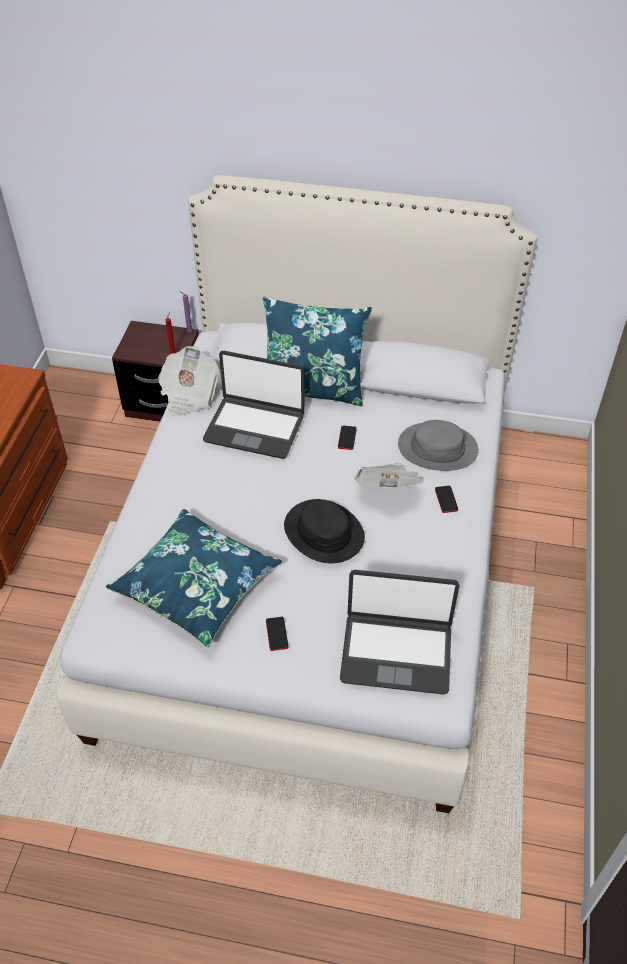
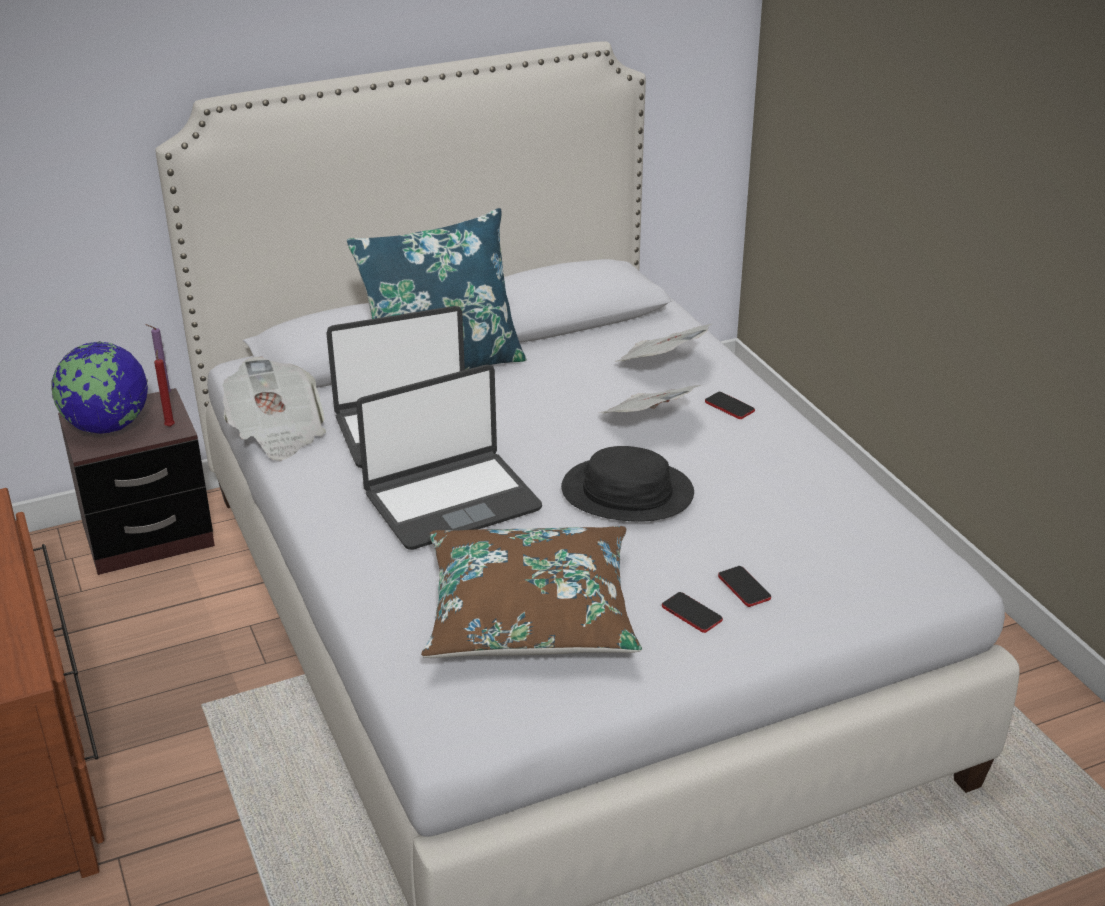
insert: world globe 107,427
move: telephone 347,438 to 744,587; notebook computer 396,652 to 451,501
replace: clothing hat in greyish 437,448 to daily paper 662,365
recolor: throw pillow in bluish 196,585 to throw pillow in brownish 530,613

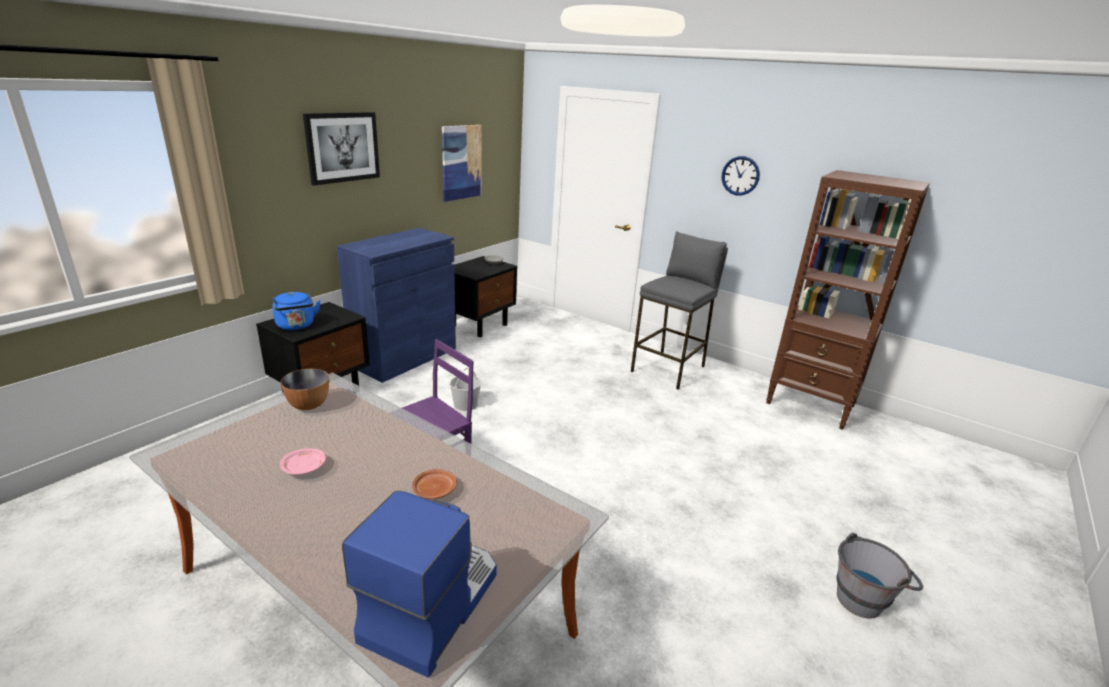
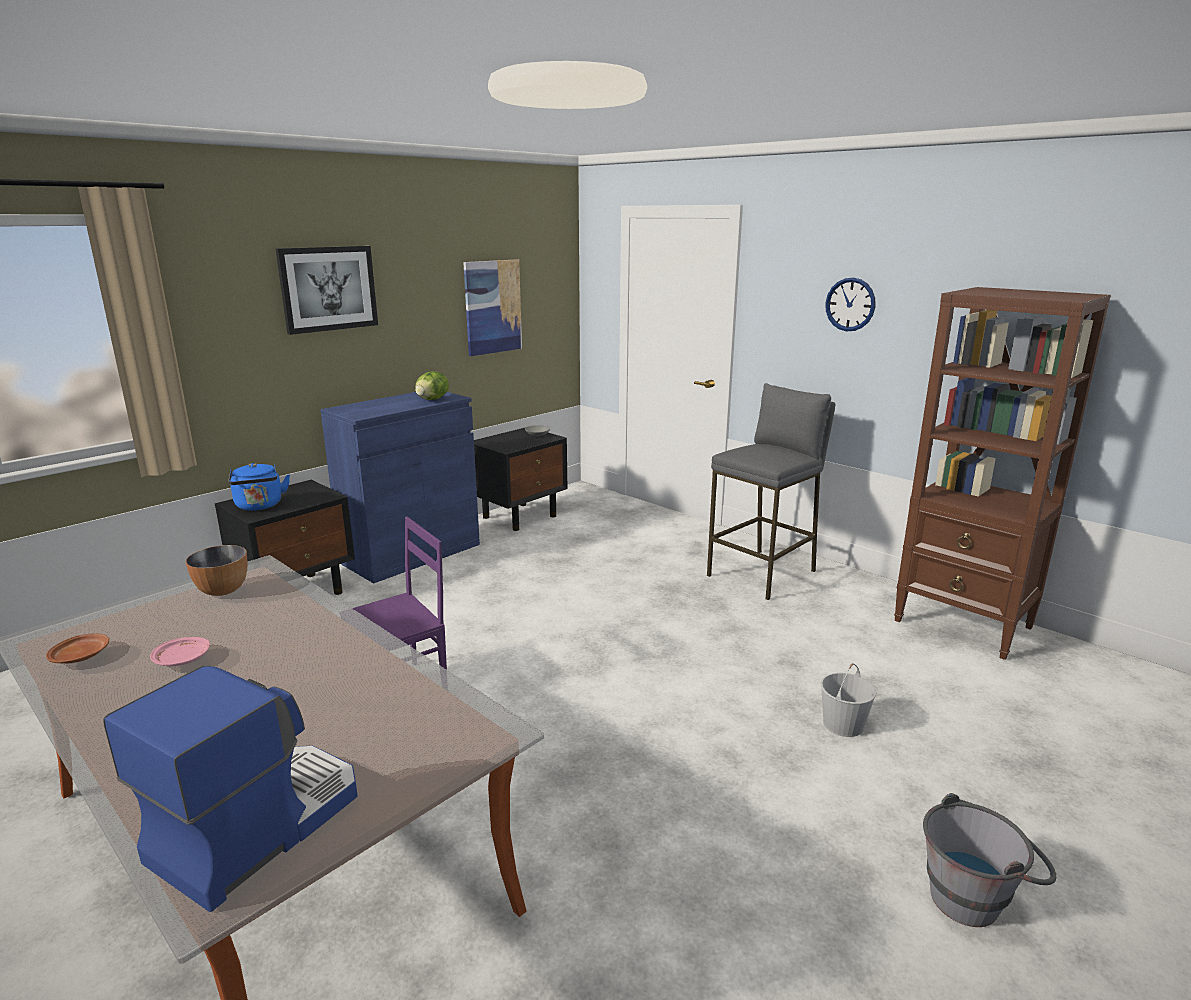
insert: lettuce 432,400
move: flat dish in brownish 435,490 to 81,656; pail in white 465,404 to 843,724

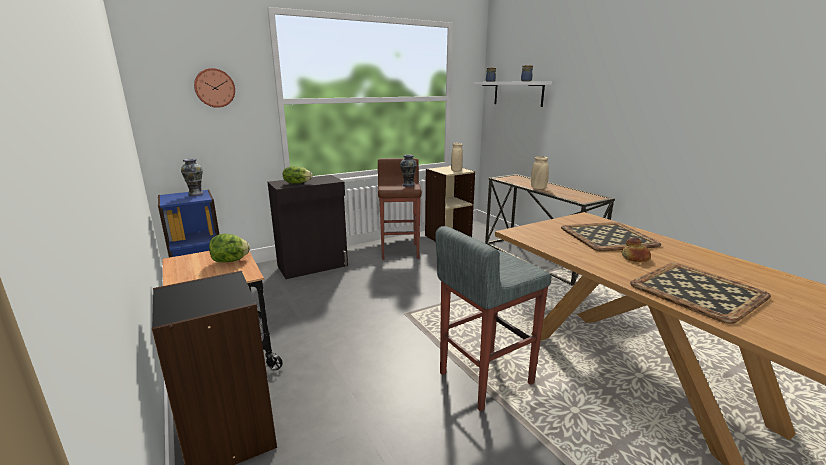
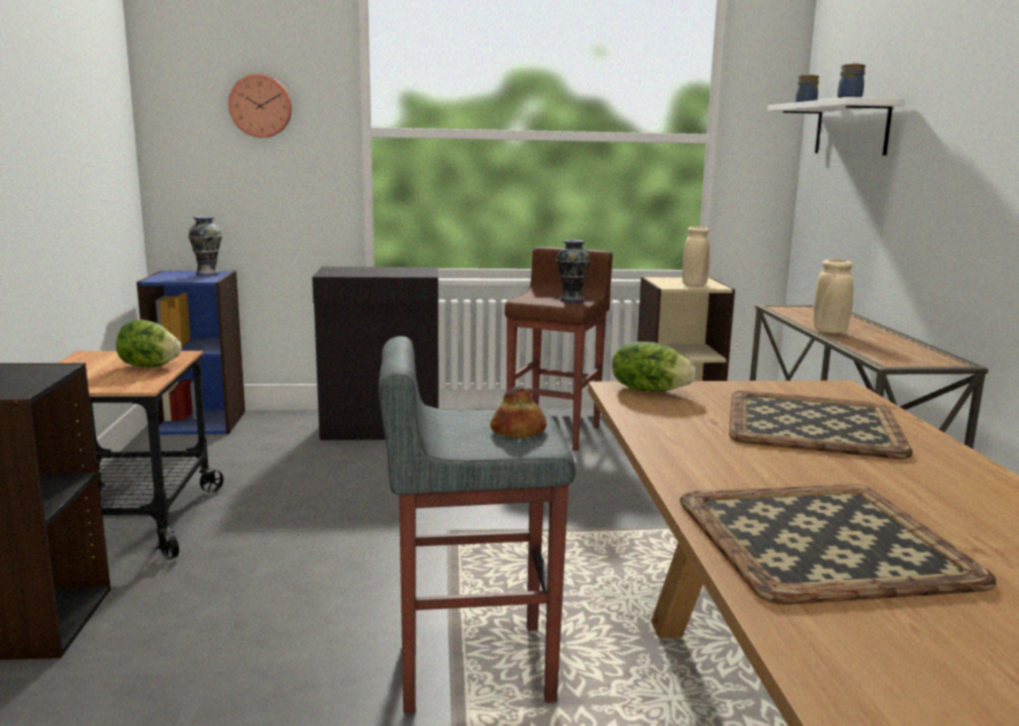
move: lettuce 297,183 to 649,390; bread 635,258 to 519,431

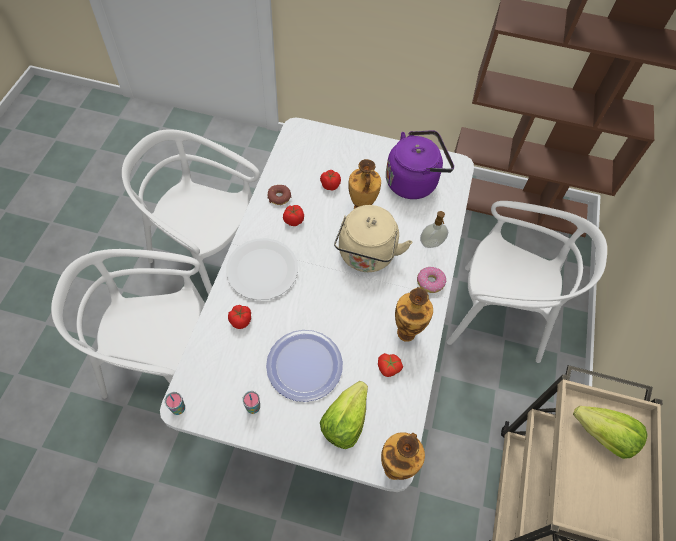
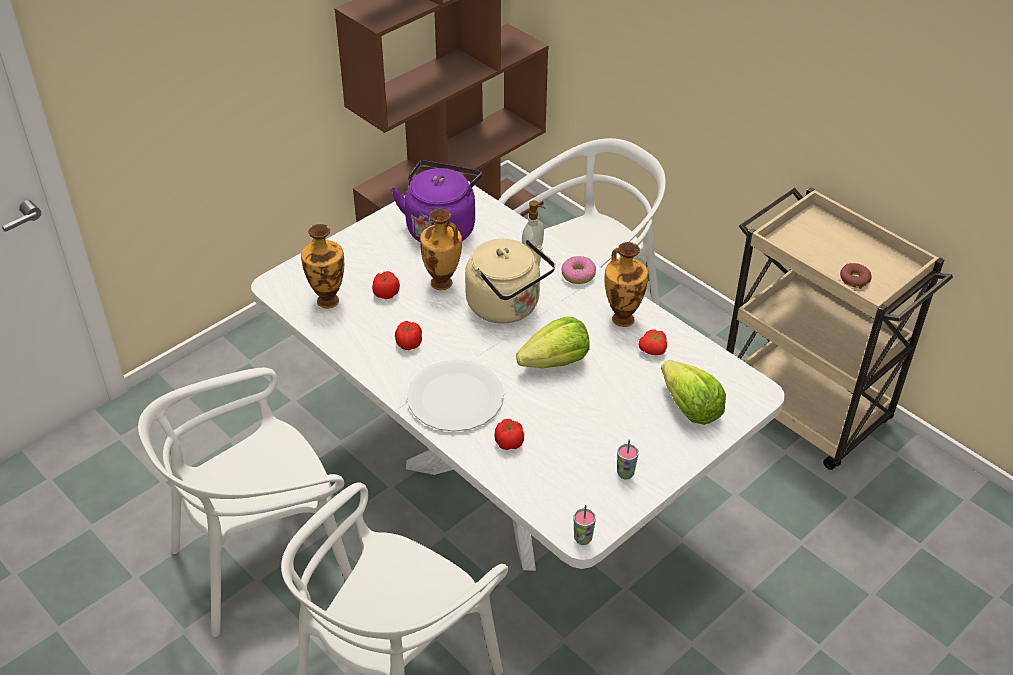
delete: flat dish 304,365
move: doughnut 279,197 to 854,279; vase 395,467 to 328,299; lettuce 603,436 to 556,362

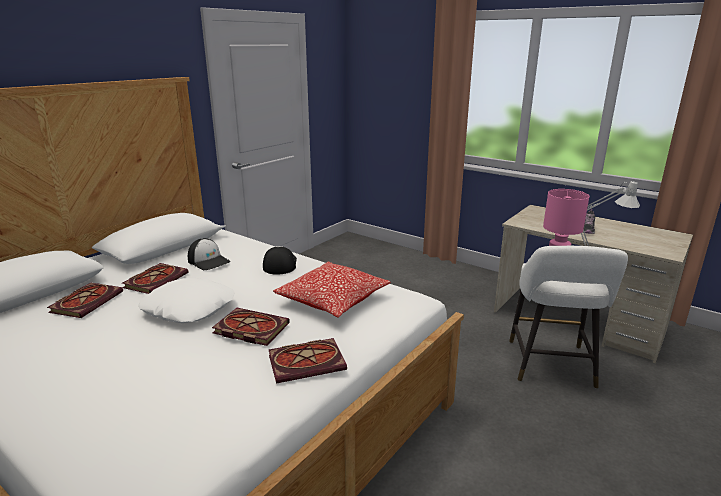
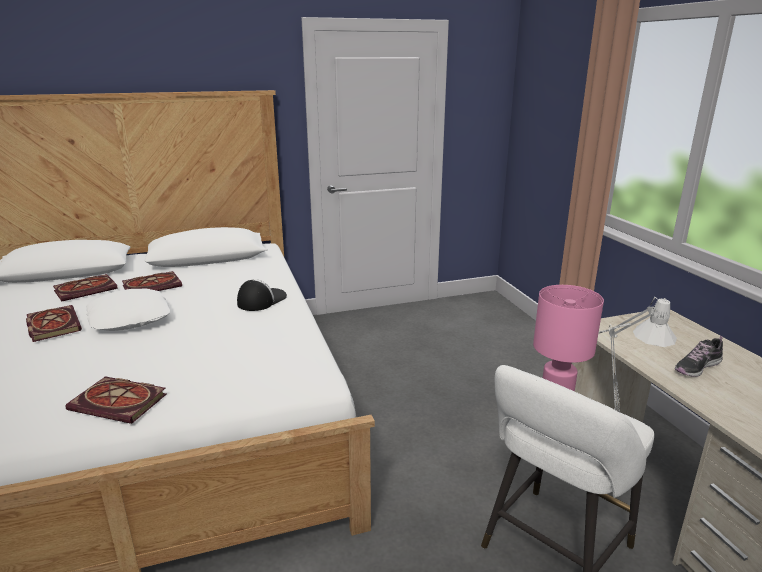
delete: baseball cap 209,261; throw pillow 333,300
move: volume 249,329 to 52,325

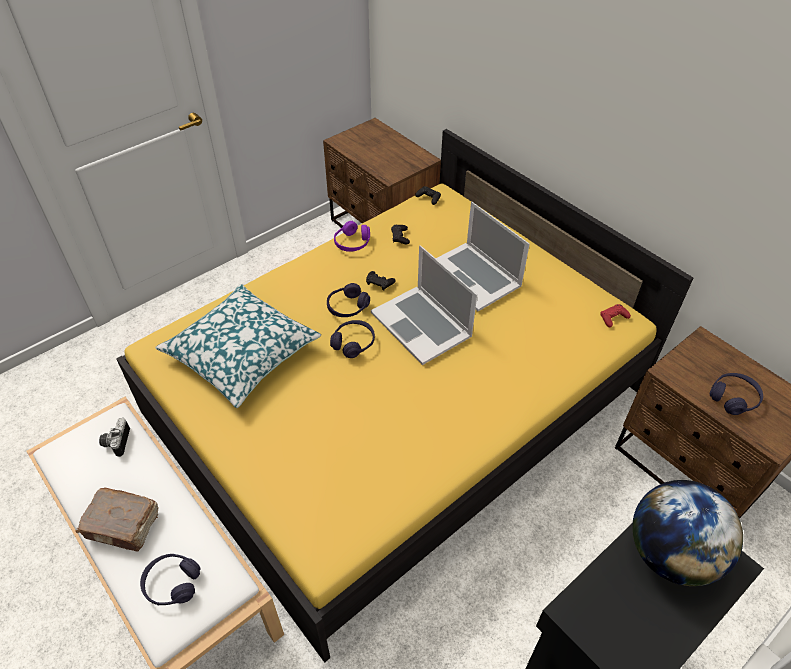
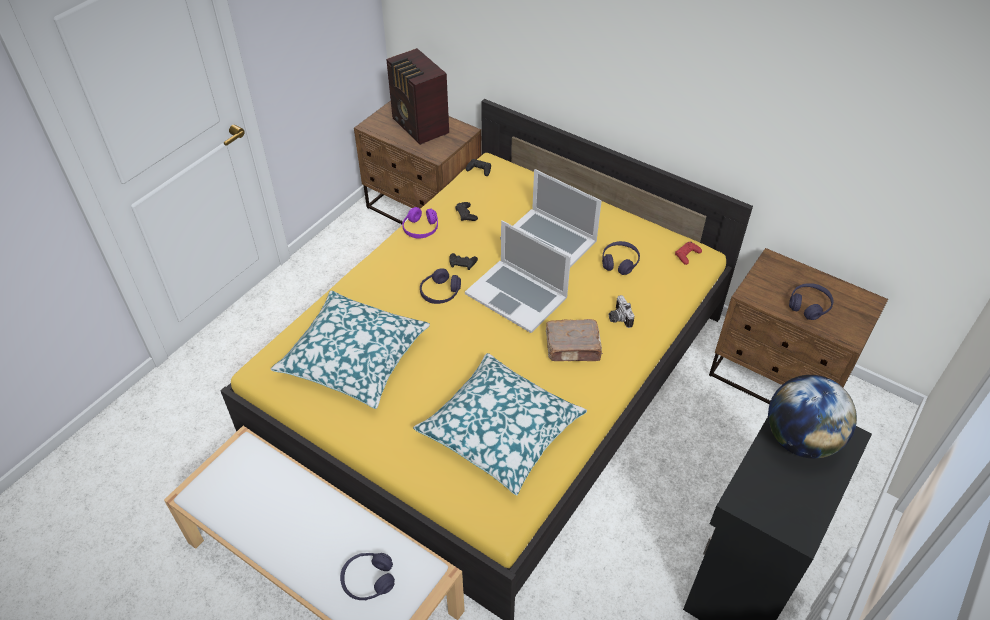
insert: radio set 420,127; throw pillow 500,430
move: volume in brownish 123,525 to 573,348; photo camera 116,442 to 618,318; headset in purple-coloured 353,343 to 619,262

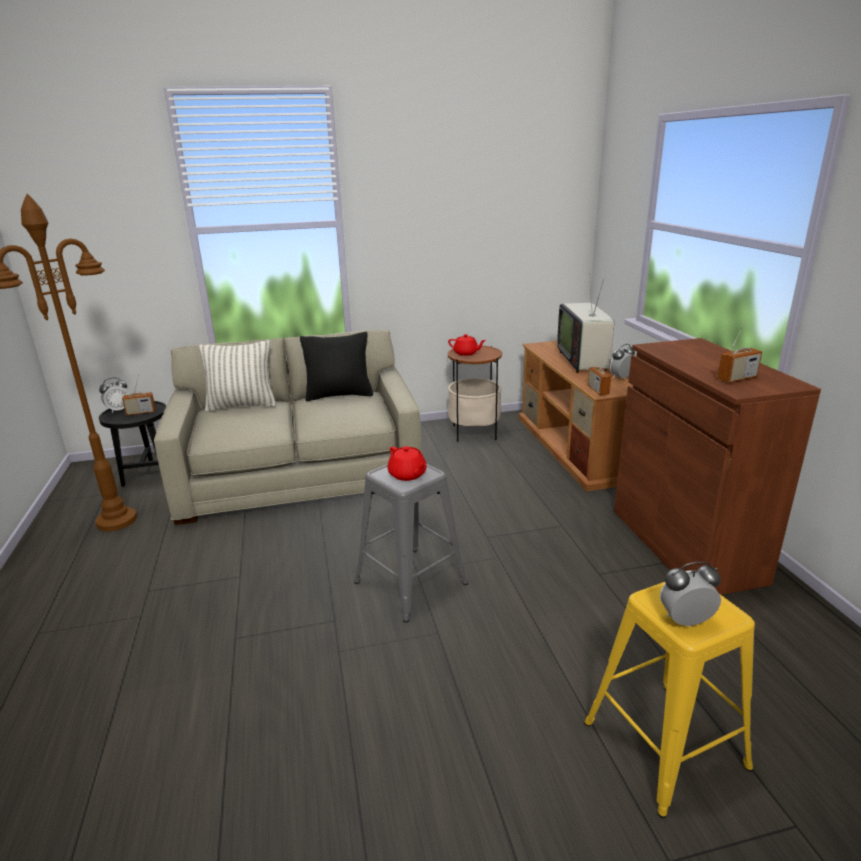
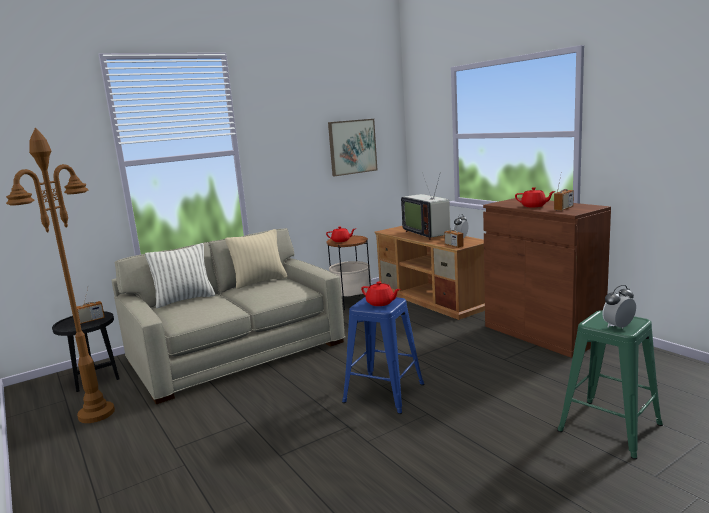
delete: table clock 118,410
insert: wall picture 352,147; teapot in red-coloured 534,206
recolor: throw pillow in black 339,395 to throw pillow in beige 260,282; stool seat in greyish 412,582 to stool seat in bluish 385,392; stool seat in yellow 664,746 to stool seat in greenish 610,428

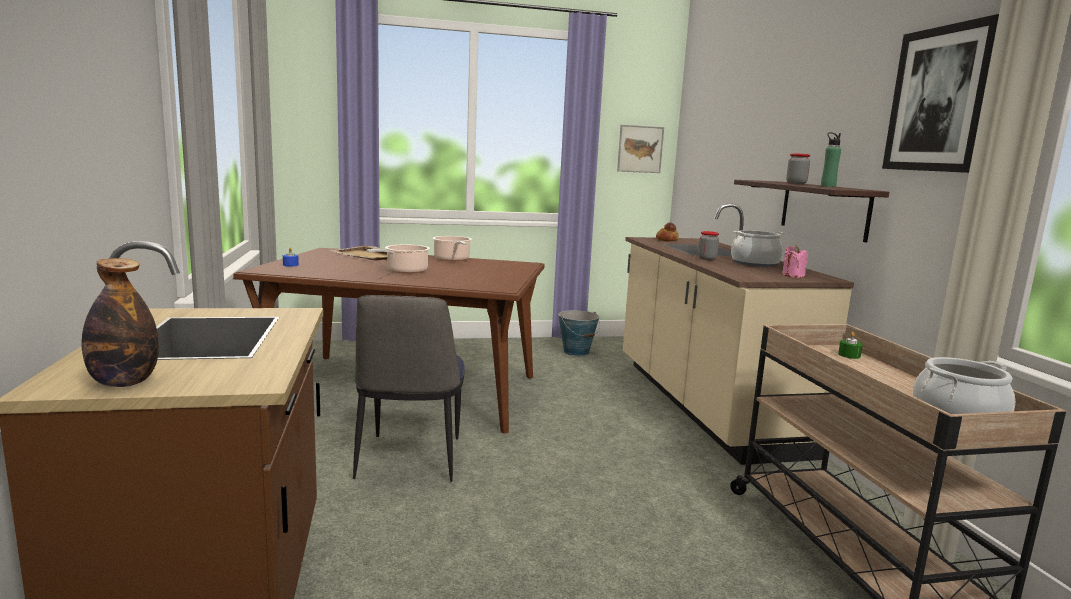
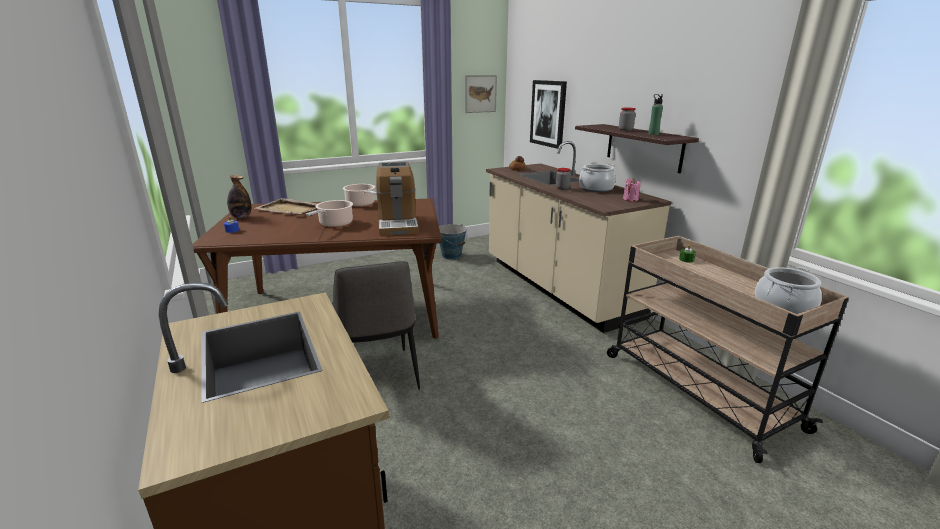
insert: coffee machine 397,224
move: drink bottle 124,383 to 241,217; wall picture 941,100 to 548,113

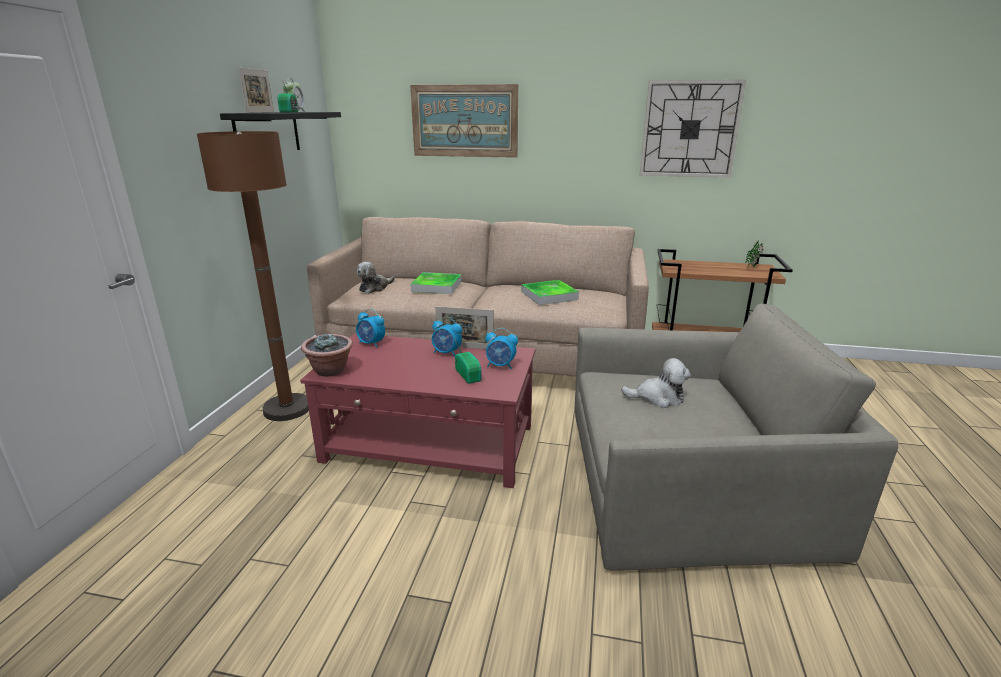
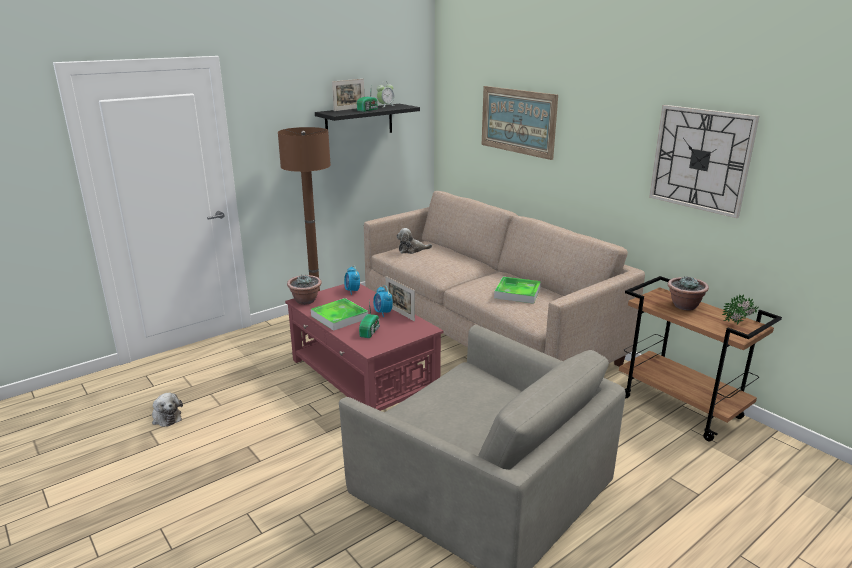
delete: table clock 501,366
insert: houseplant 684,306
move: serving tray 437,286 to 339,317; plush toy 658,398 to 166,417

